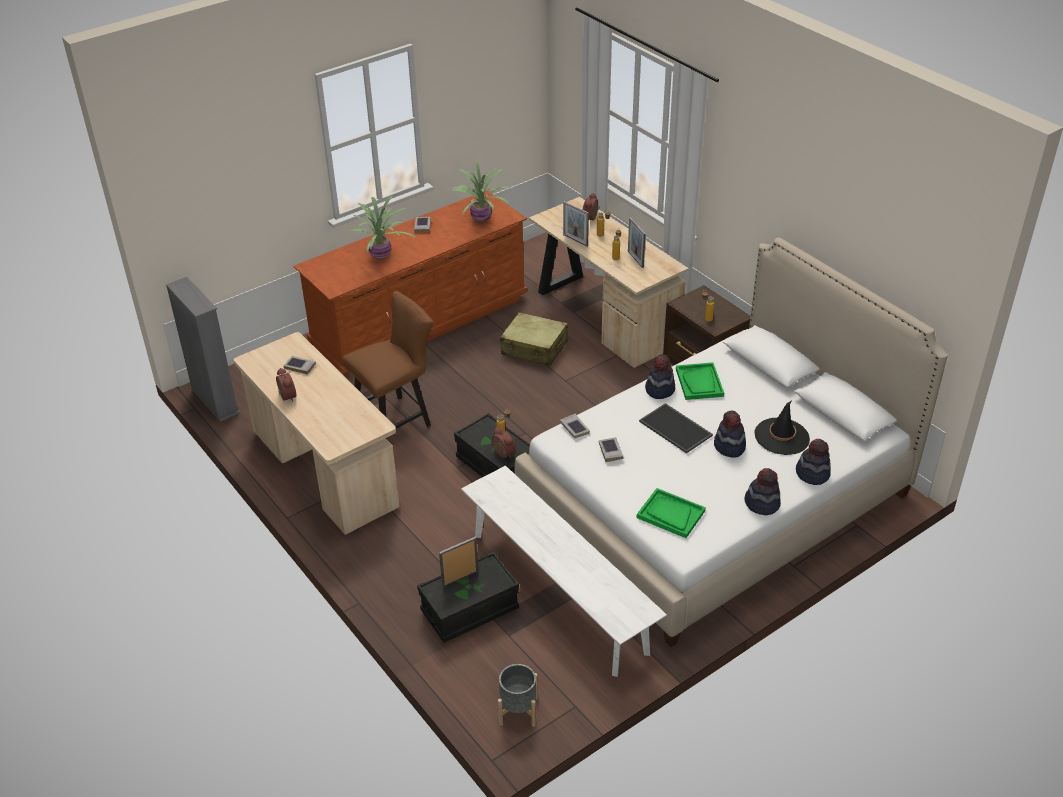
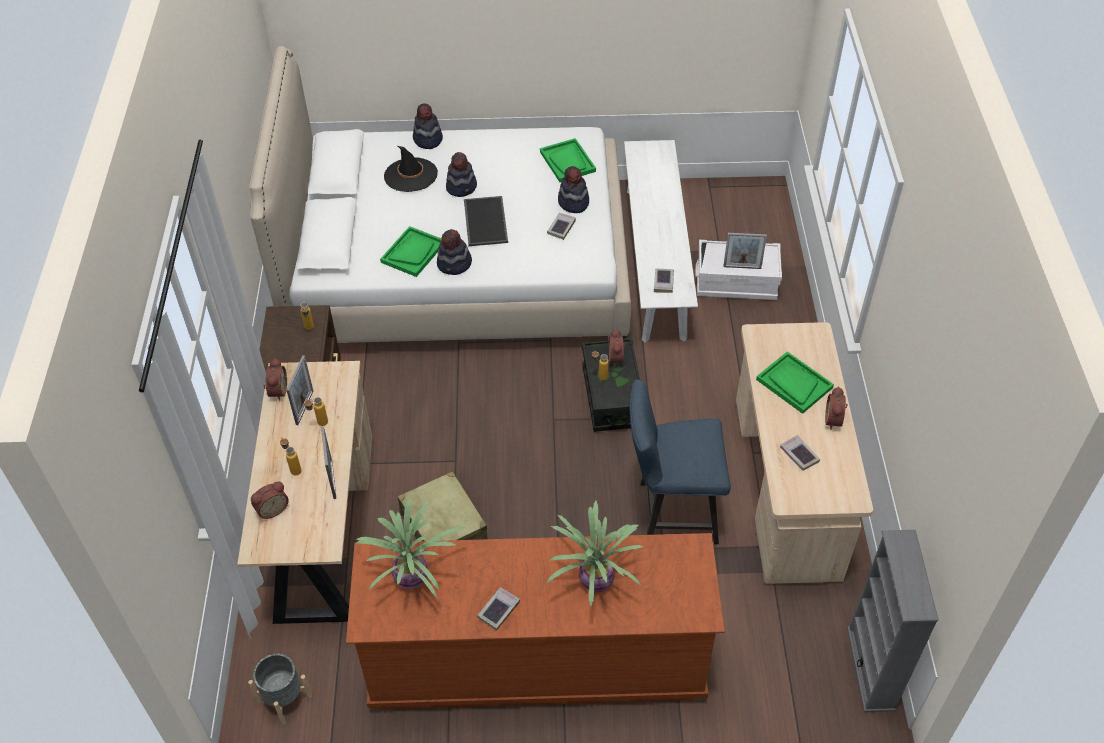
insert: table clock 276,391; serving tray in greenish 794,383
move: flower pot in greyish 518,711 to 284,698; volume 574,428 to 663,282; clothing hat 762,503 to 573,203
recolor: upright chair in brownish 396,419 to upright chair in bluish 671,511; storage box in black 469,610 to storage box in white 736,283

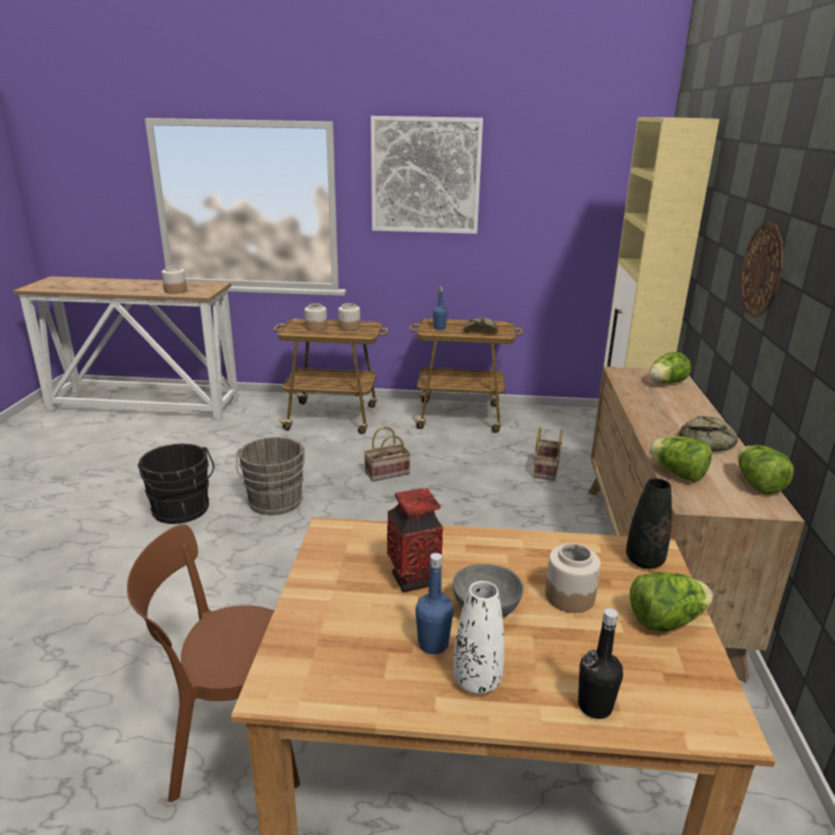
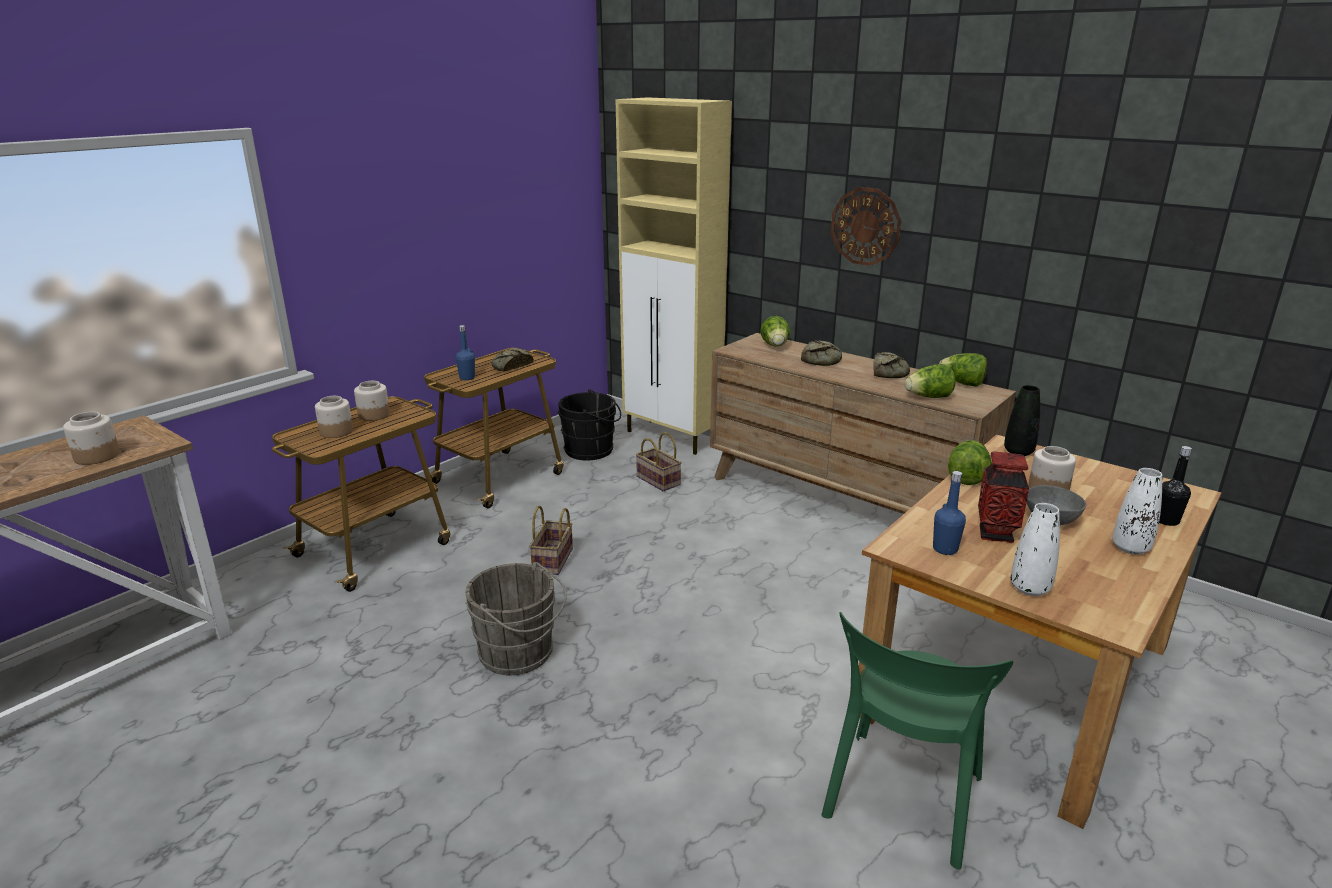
delete: wall picture 425,176
insert: bread 822,360; vase in white 1029,588
move: pail in black 182,511 to 592,450; drink bottle in bluish 433,644 to 945,549; lettuce 665,620 to 966,477
recolor: upright chair in brownish 233,739 to upright chair in greenish 901,802

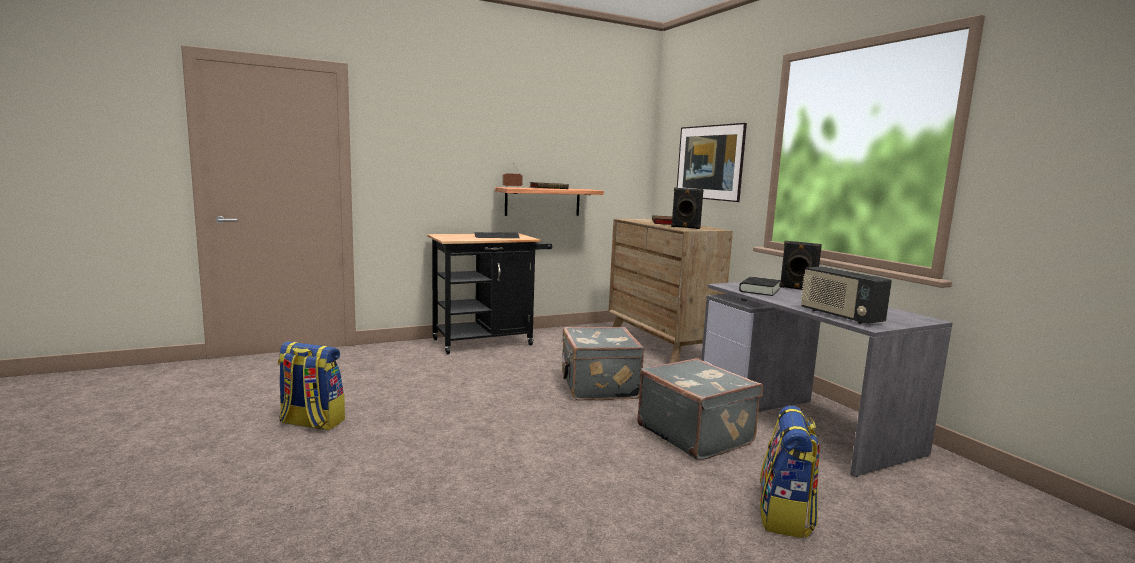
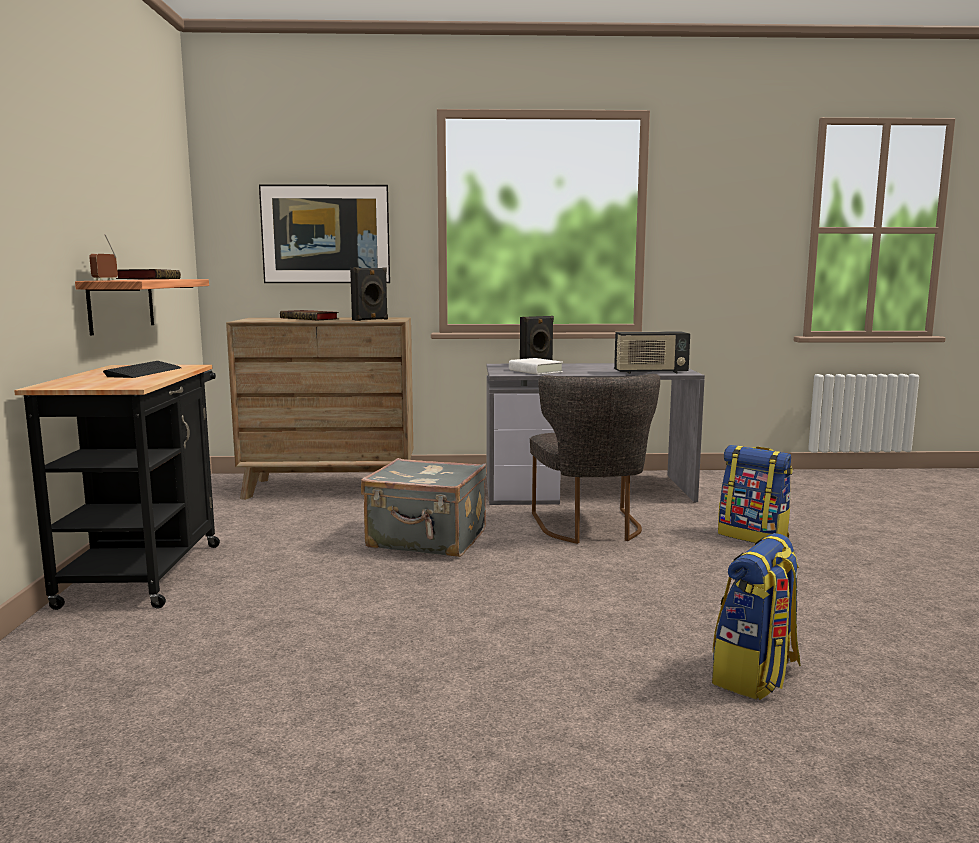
move: backpack 311,423 to 755,676
replace: travel case in greyish 695,434 to upright chair in greyish 590,528
recolor: volume in black 759,290 to volume in white 535,371

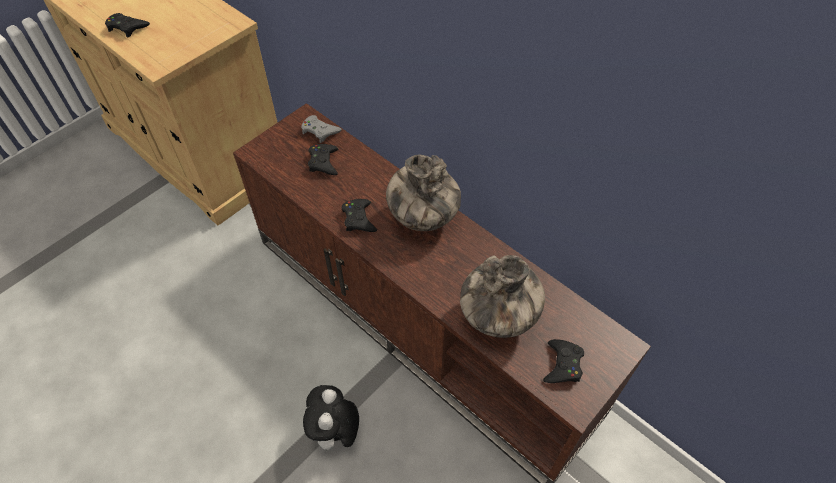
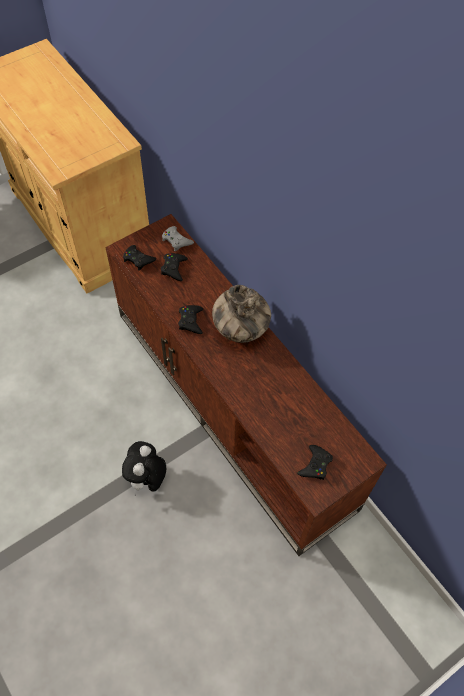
delete: vase 499,317
move: game controller in black 127,27 to 138,259

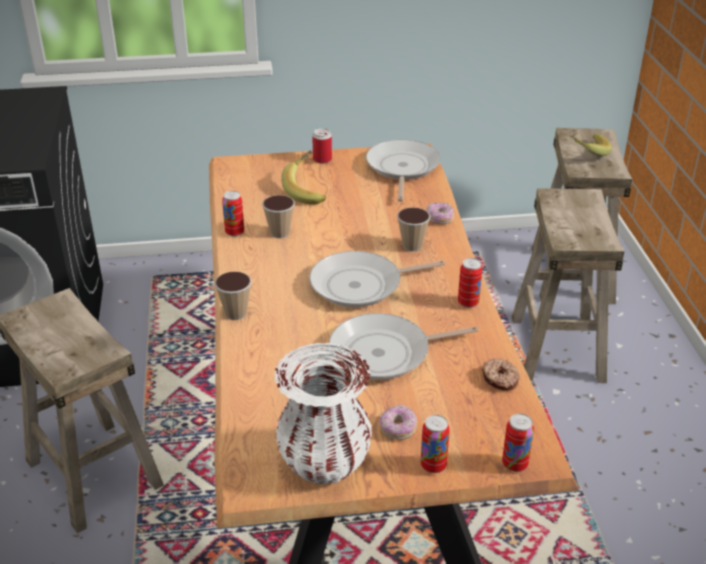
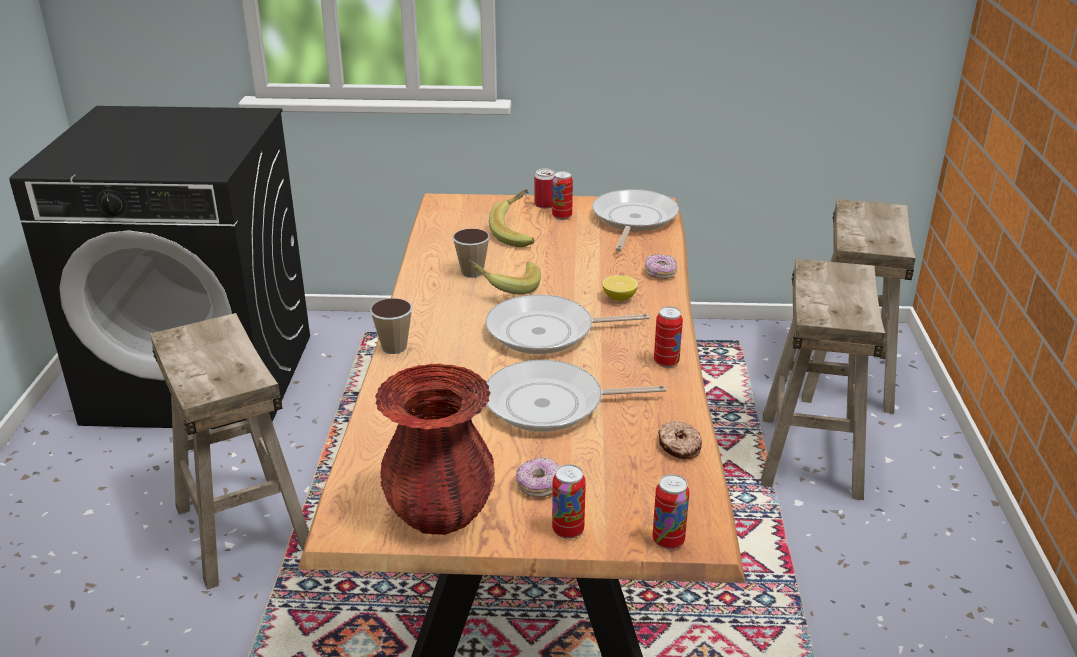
move: metal can 234,232 to 562,216; whole banana 586,152 to 505,287
replace: small cup 412,246 to citrus fruit 619,298
recolor: vase in white 324,463 to vase in red-coloured 439,512

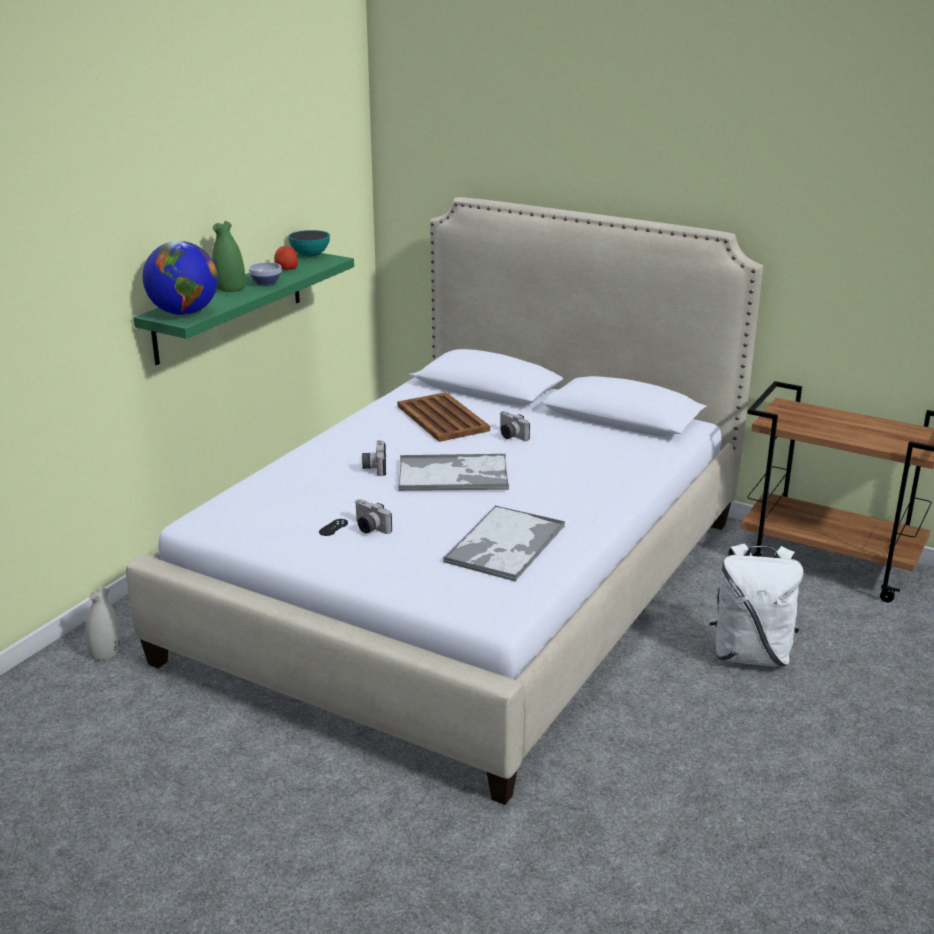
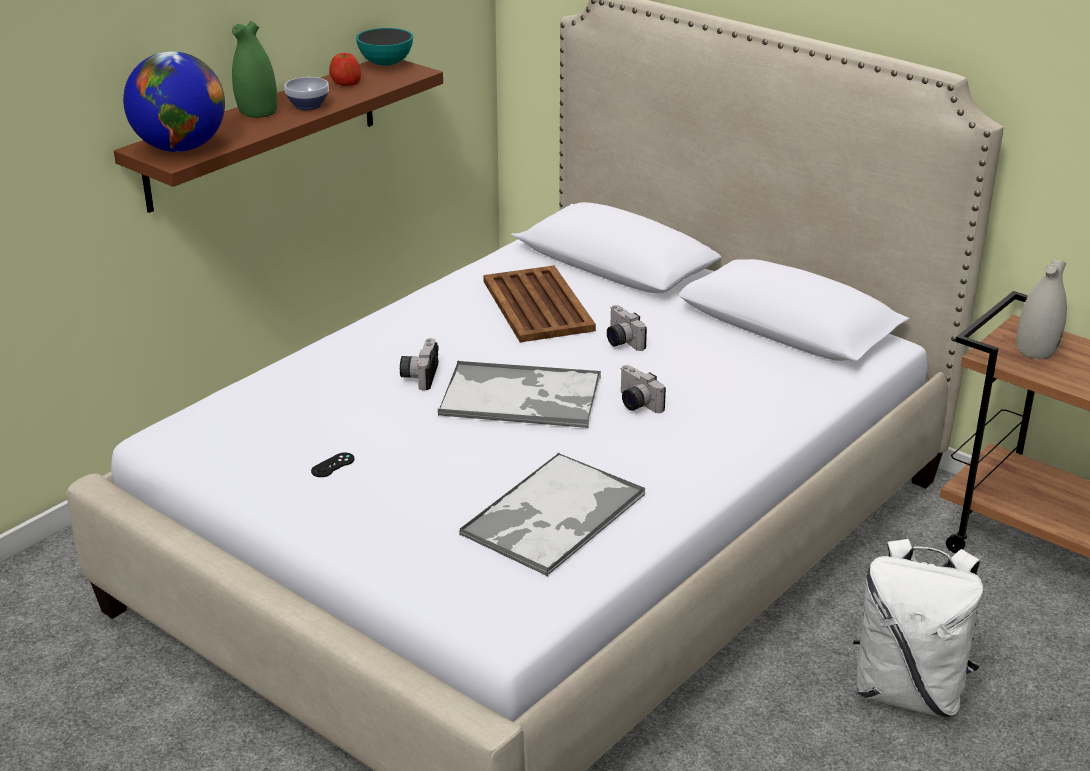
move: vase in white 106,652 to 1036,350; photo camera 369,528 to 635,404
recolor: wall shelf in greenish 229,306 to wall shelf in brownish 263,132

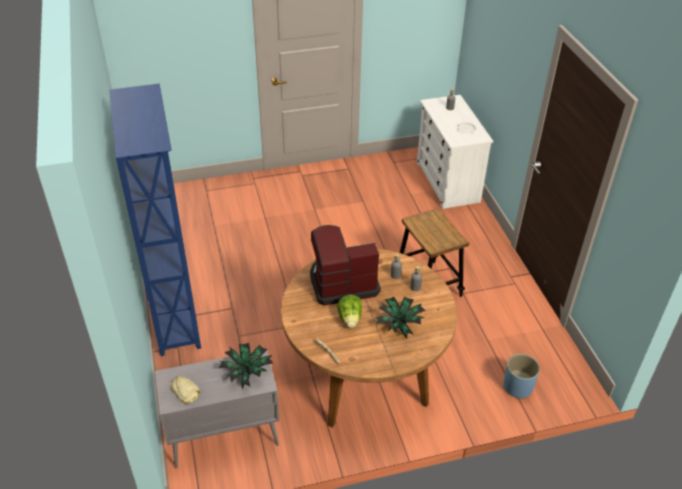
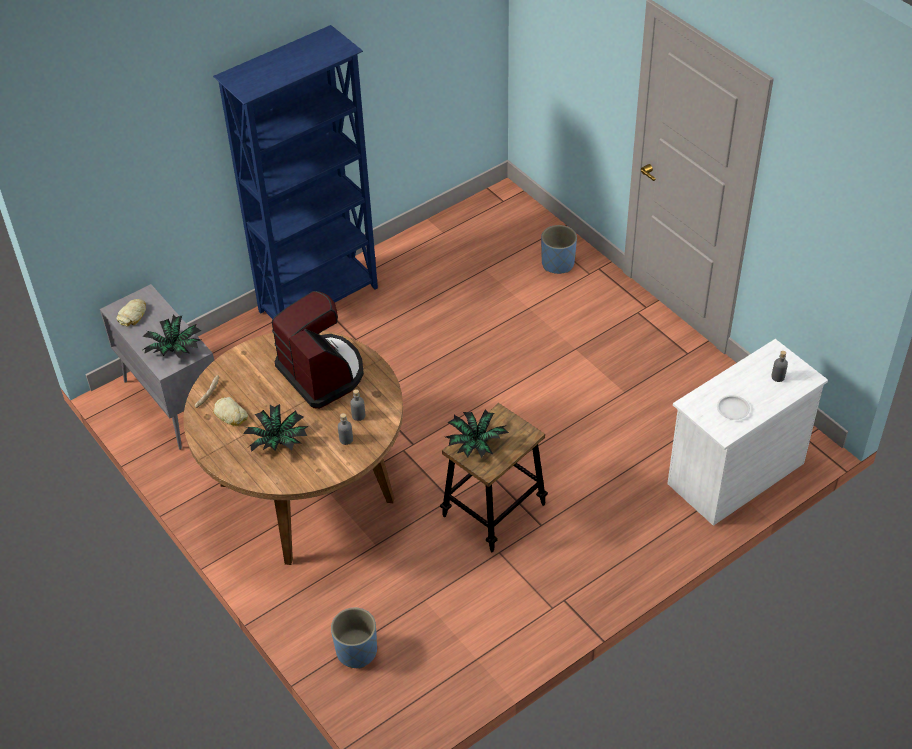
delete: lettuce 350,319
insert: bread 230,415; houseplant 475,444; flower pot in bluish 558,264

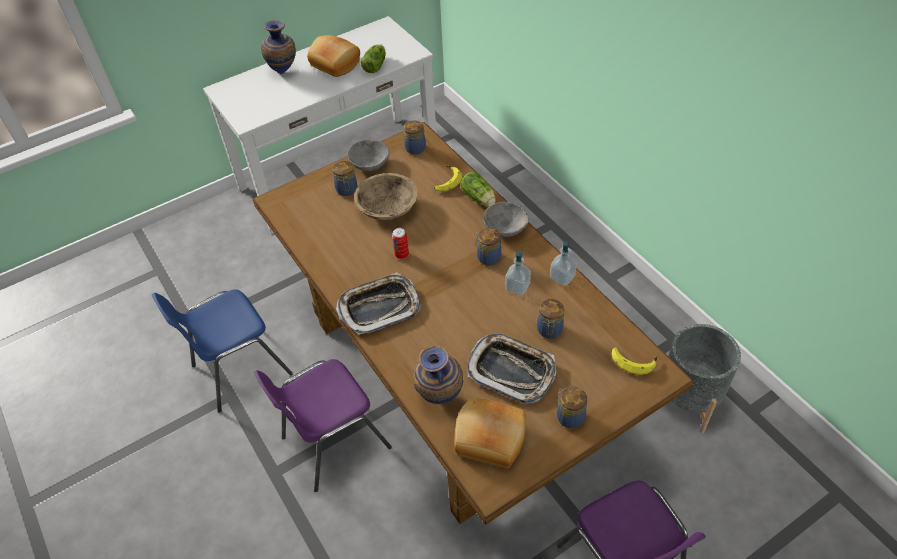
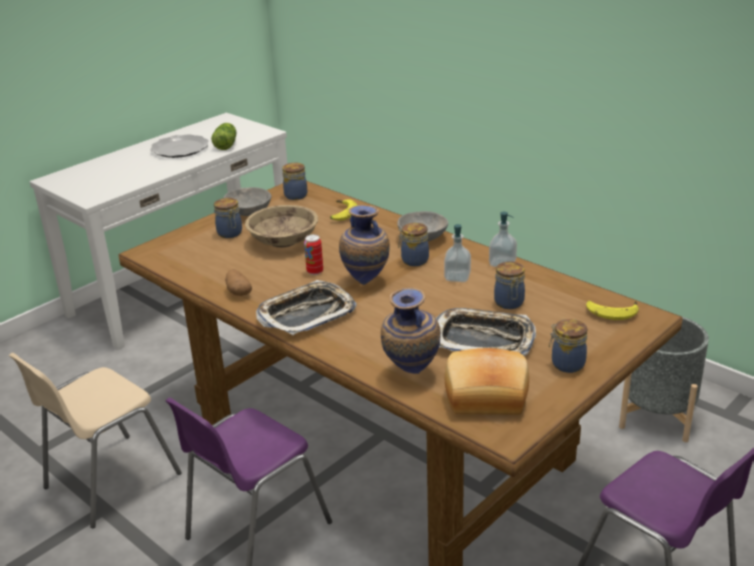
delete: lettuce 479,199
insert: whole potato 238,292
move: vase 284,71 to 366,281
replace: bread 334,64 to flat dish 179,149
recolor: upright chair in bluish 238,370 to upright chair in beige 108,482

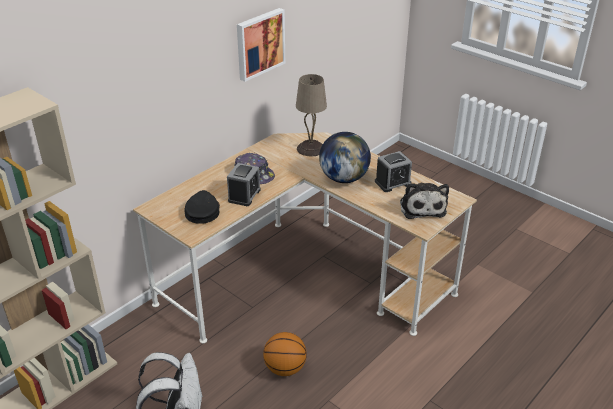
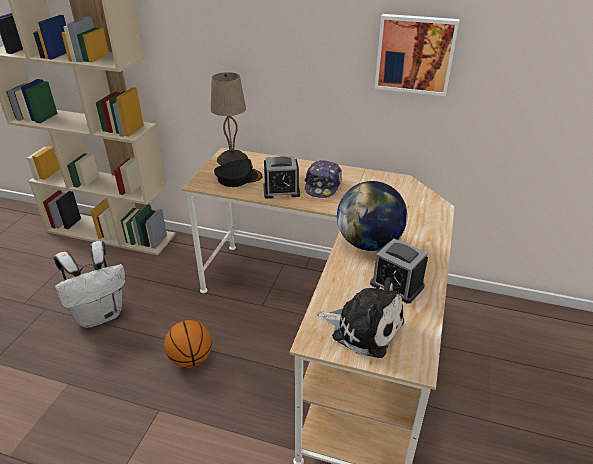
move: table lamp in beige 310,148 to 232,159
rotate: plush toy 422,207 = 363,327 120 degrees counterclockwise

